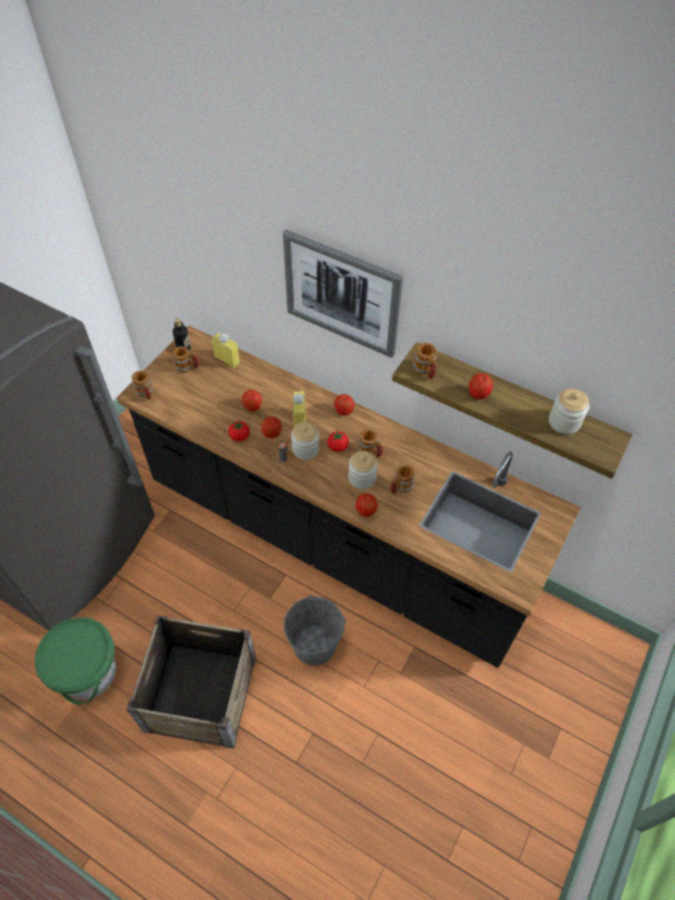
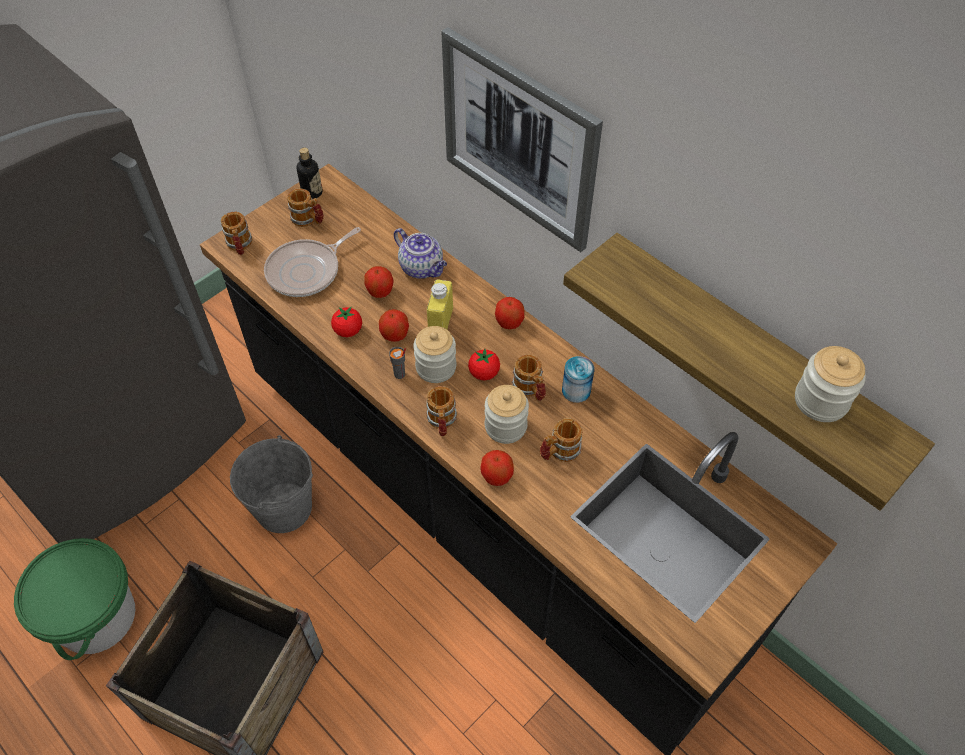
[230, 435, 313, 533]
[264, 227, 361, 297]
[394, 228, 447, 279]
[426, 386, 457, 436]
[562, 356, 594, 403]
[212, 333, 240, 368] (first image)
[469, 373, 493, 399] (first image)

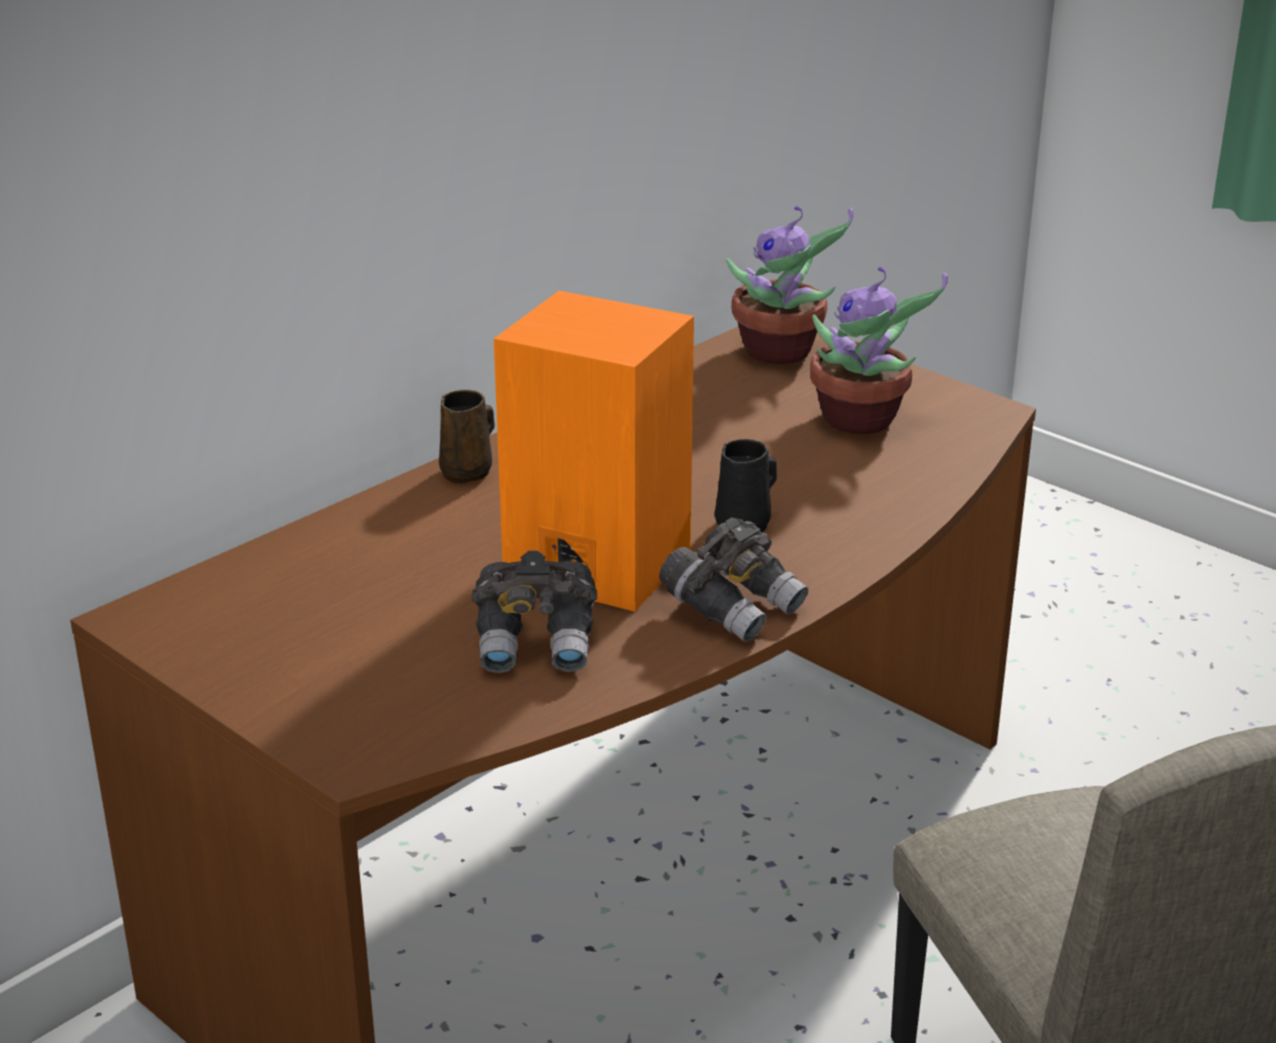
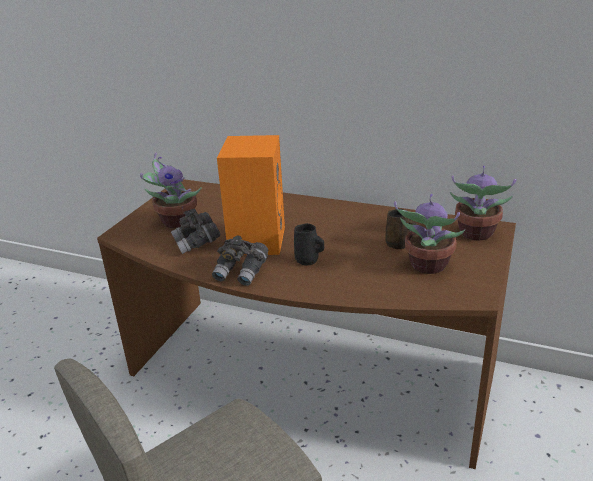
[140, 153, 202, 228]
[385, 208, 417, 249]

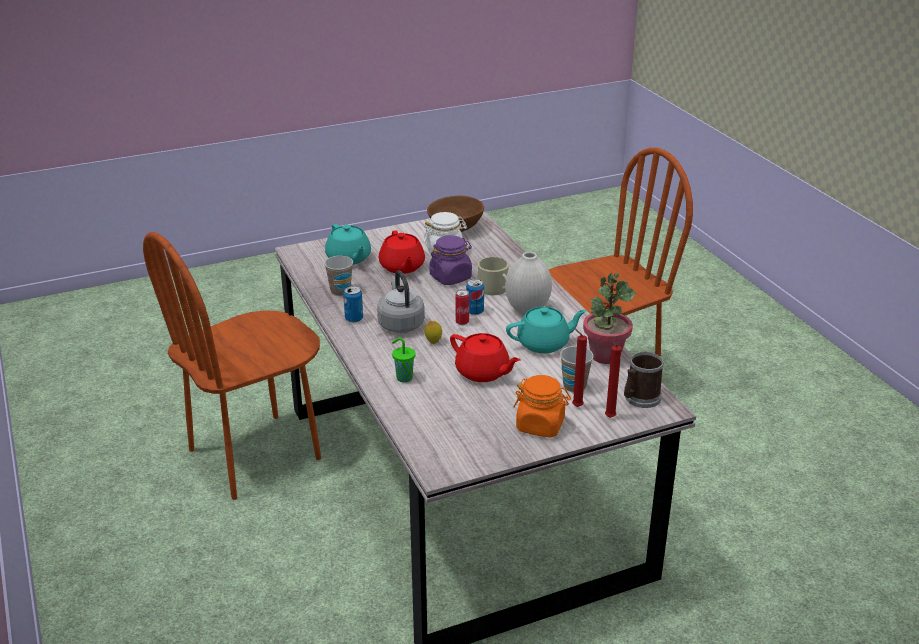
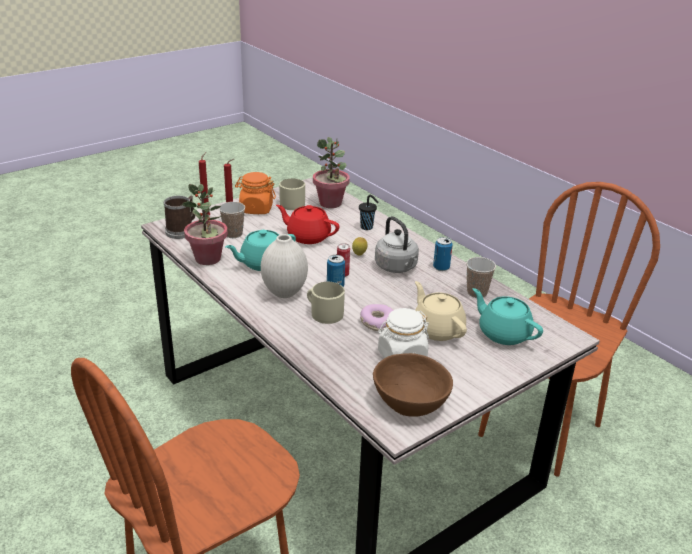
[279, 179, 305, 210]
[313, 137, 350, 208]
[359, 195, 379, 230]
[360, 304, 393, 331]
[415, 281, 467, 341]

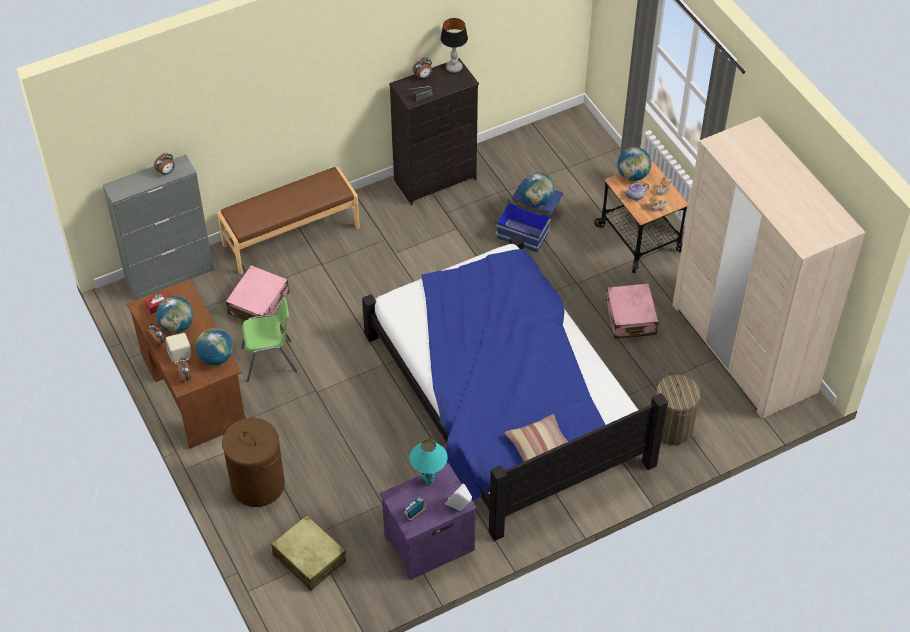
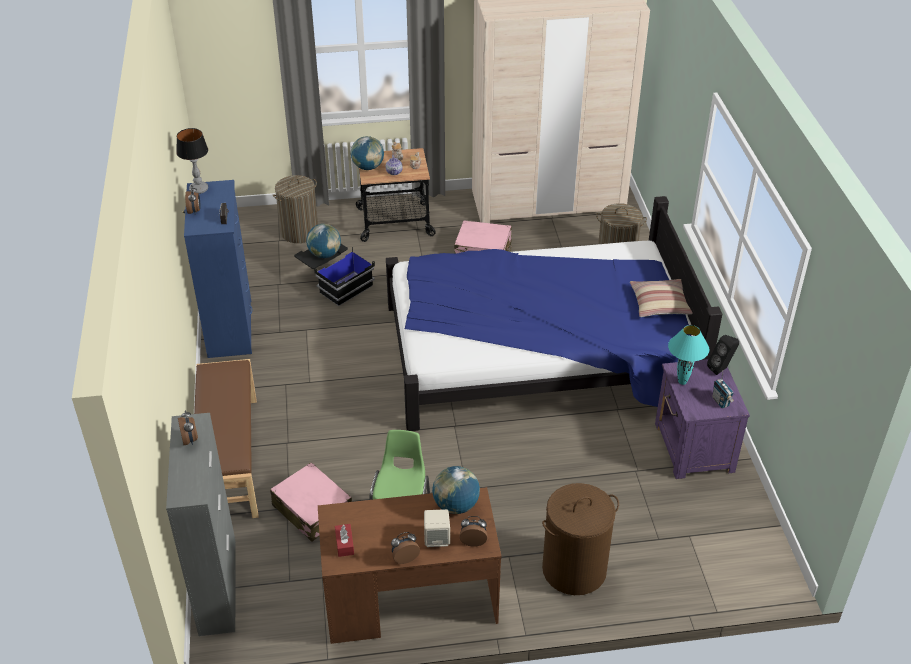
[182, 180, 252, 358]
[273, 175, 318, 243]
[294, 244, 375, 306]
[707, 335, 739, 375]
[156, 297, 193, 333] (first image)
[271, 515, 346, 591] (first image)

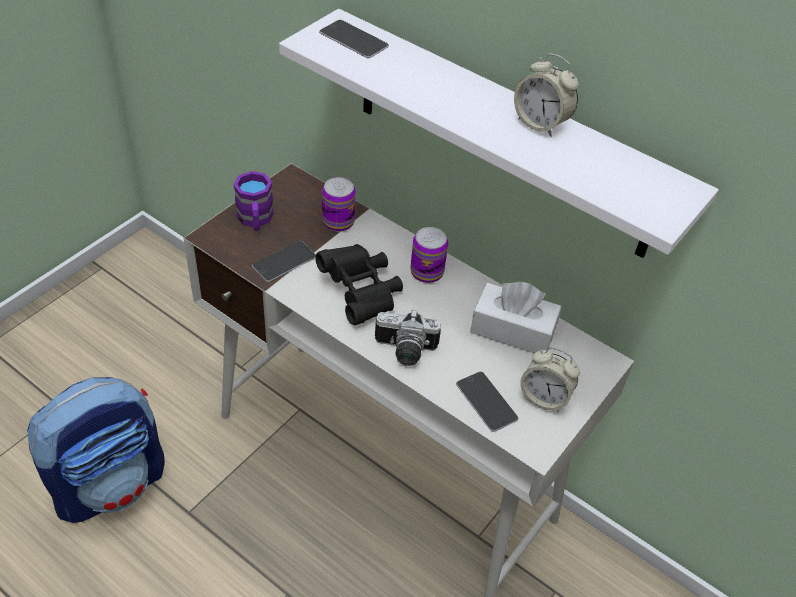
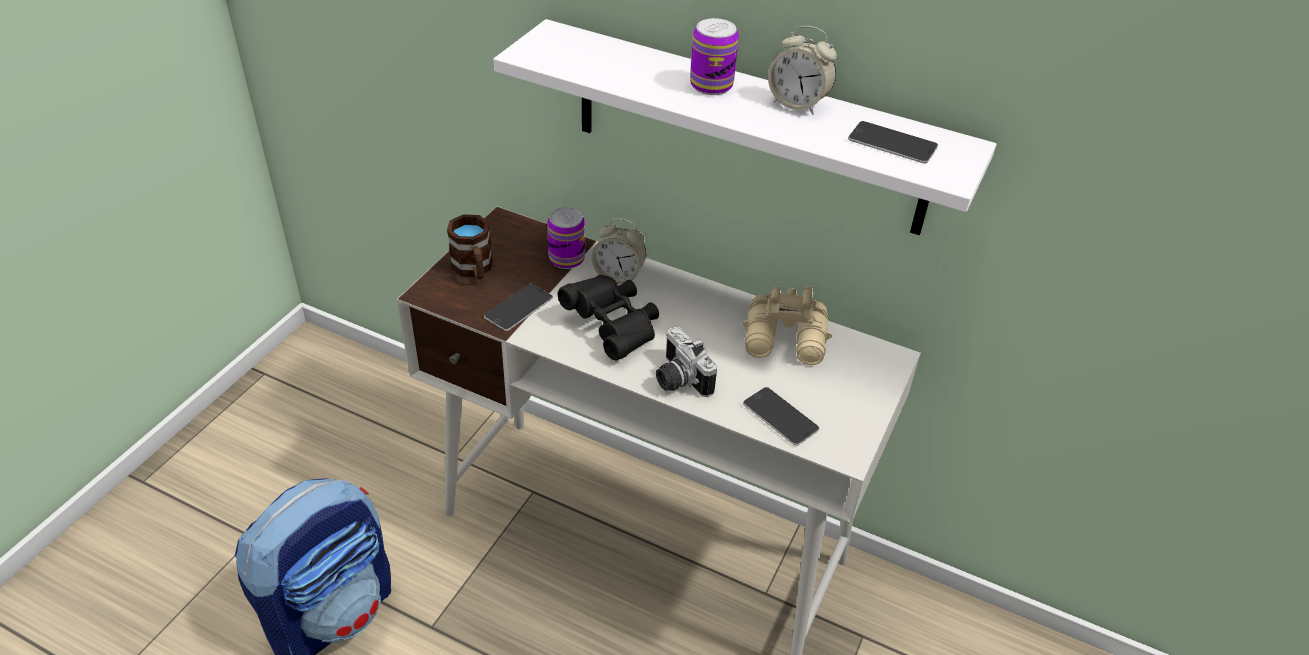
[447, 214, 492, 279]
[591, 219, 646, 284]
[656, 326, 717, 397]
[690, 18, 739, 95]
[742, 286, 832, 365]
[848, 121, 938, 164]

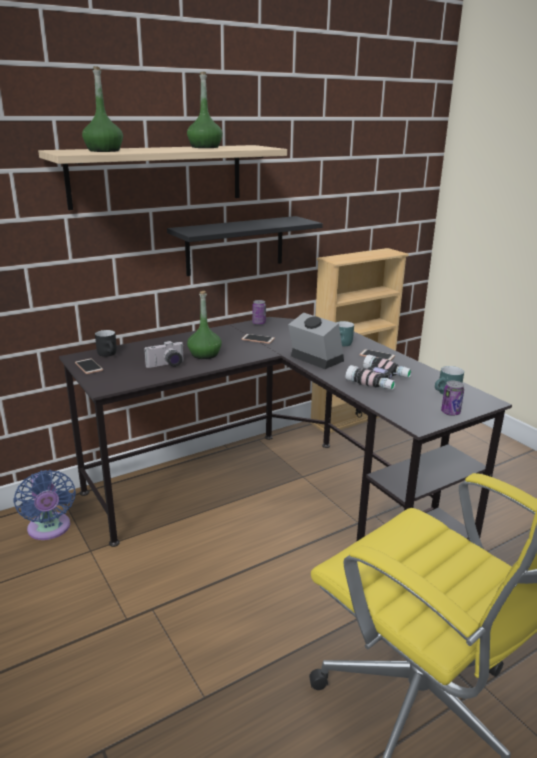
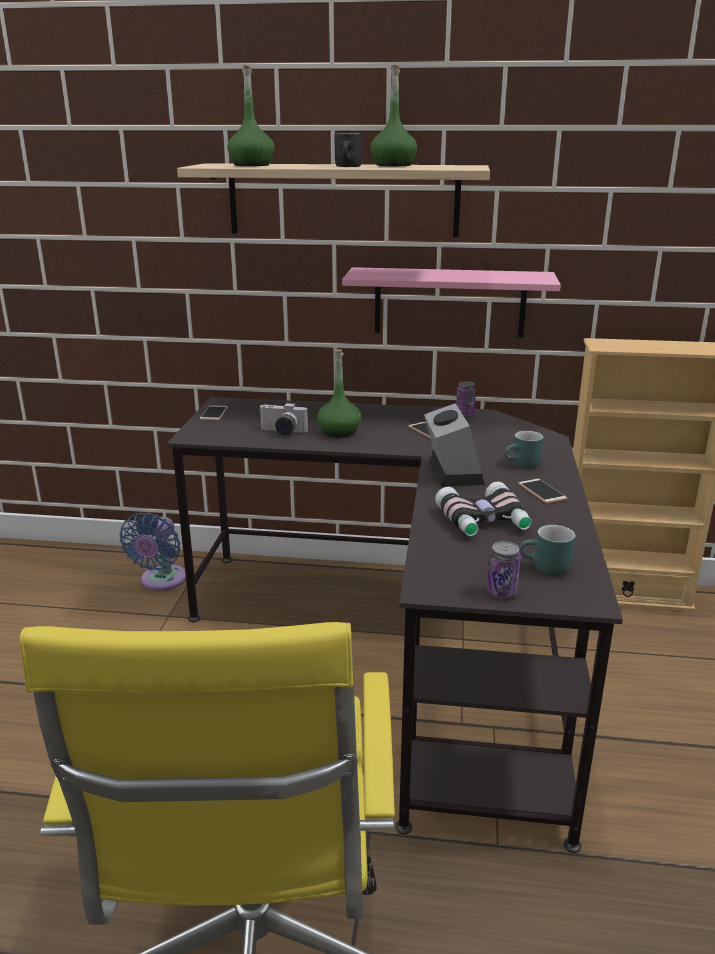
[335, 133, 362, 167]
[342, 267, 561, 337]

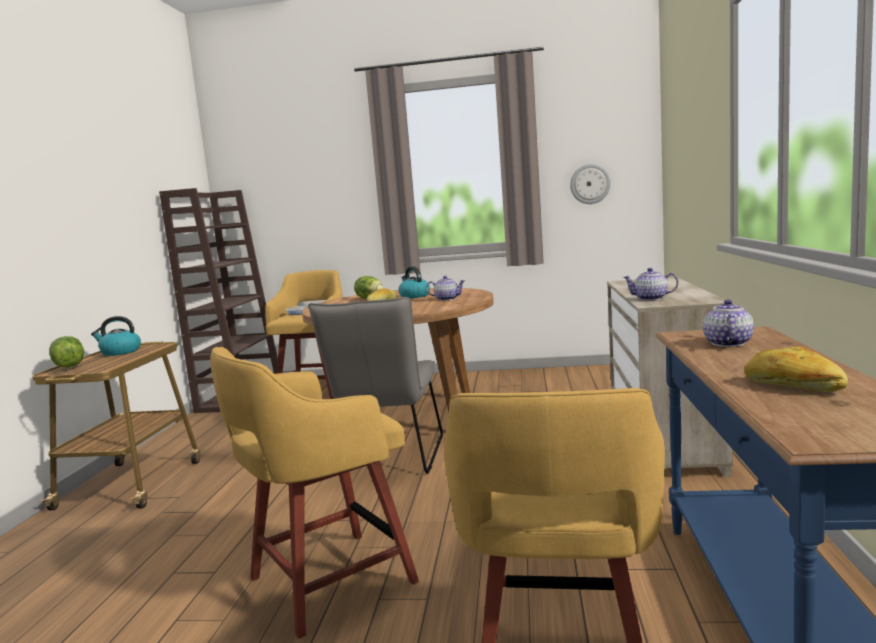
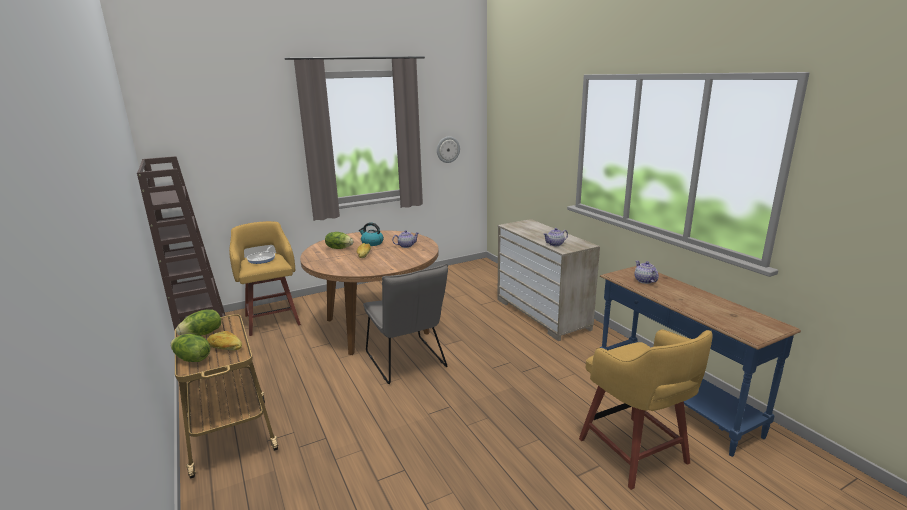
[176, 309, 221, 336]
[207, 331, 242, 351]
[210, 347, 419, 639] (first image)

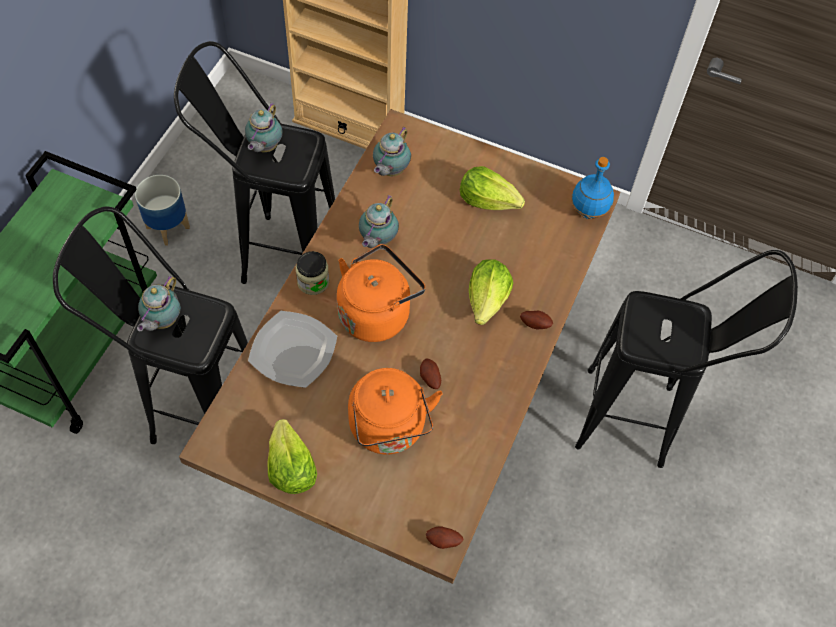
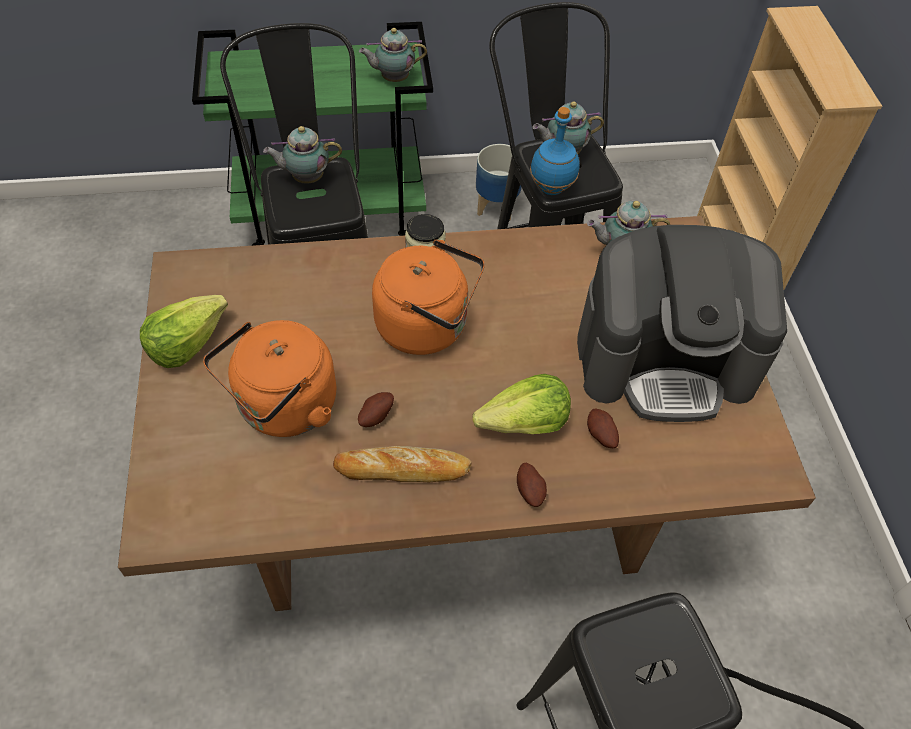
[333, 446, 472, 482]
[359, 28, 427, 82]
[530, 107, 580, 195]
[577, 225, 787, 422]
[587, 408, 619, 448]
[248, 311, 337, 388] (first image)

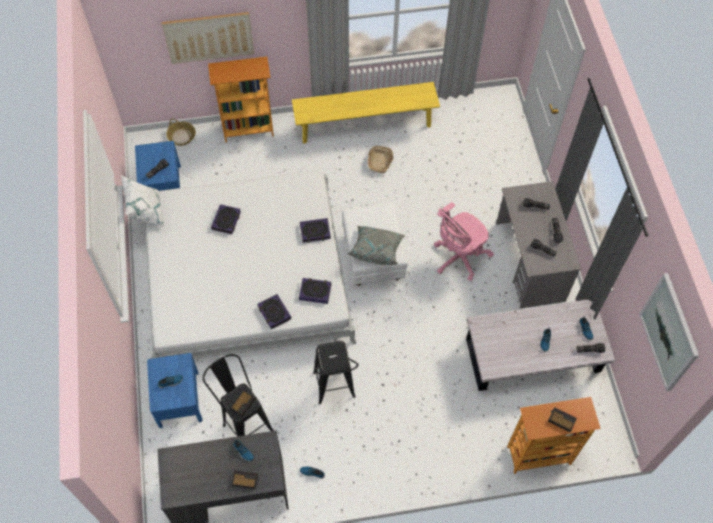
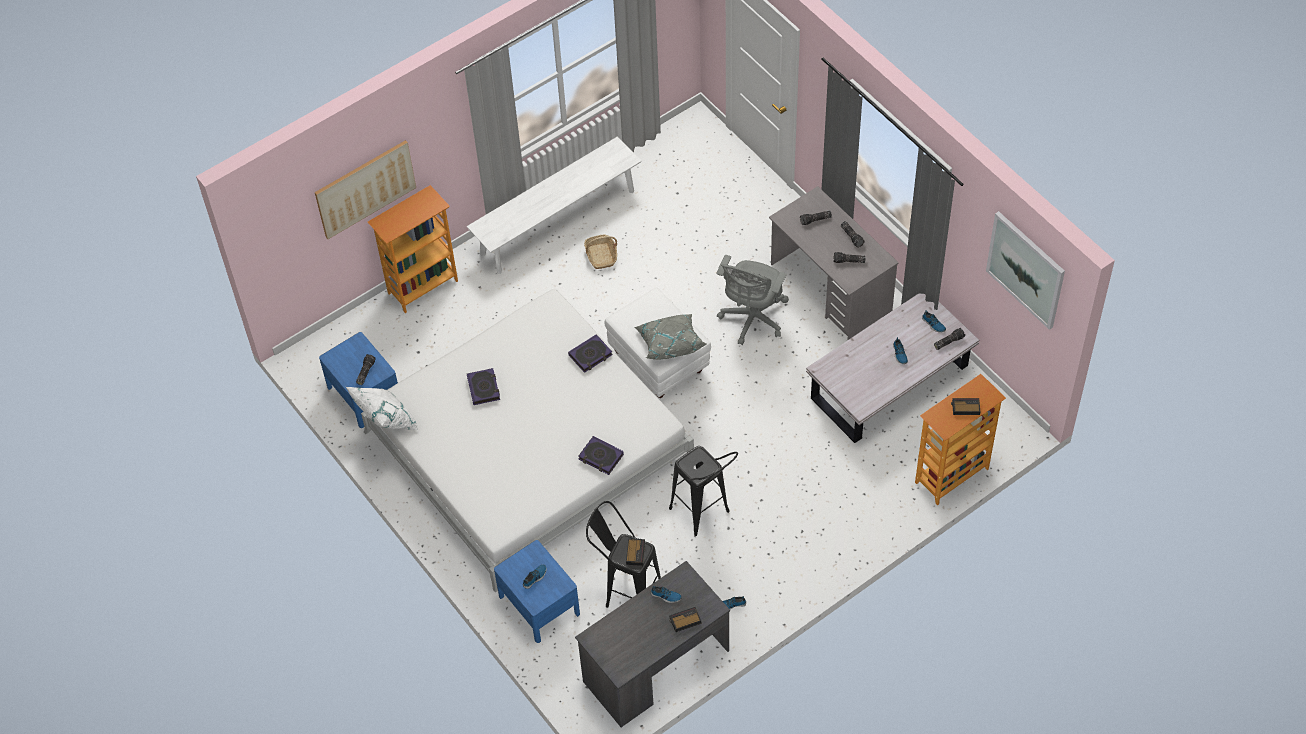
[467, 137, 642, 274]
[717, 255, 789, 345]
[166, 119, 196, 146] (first image)
[299, 278, 332, 304] (first image)

